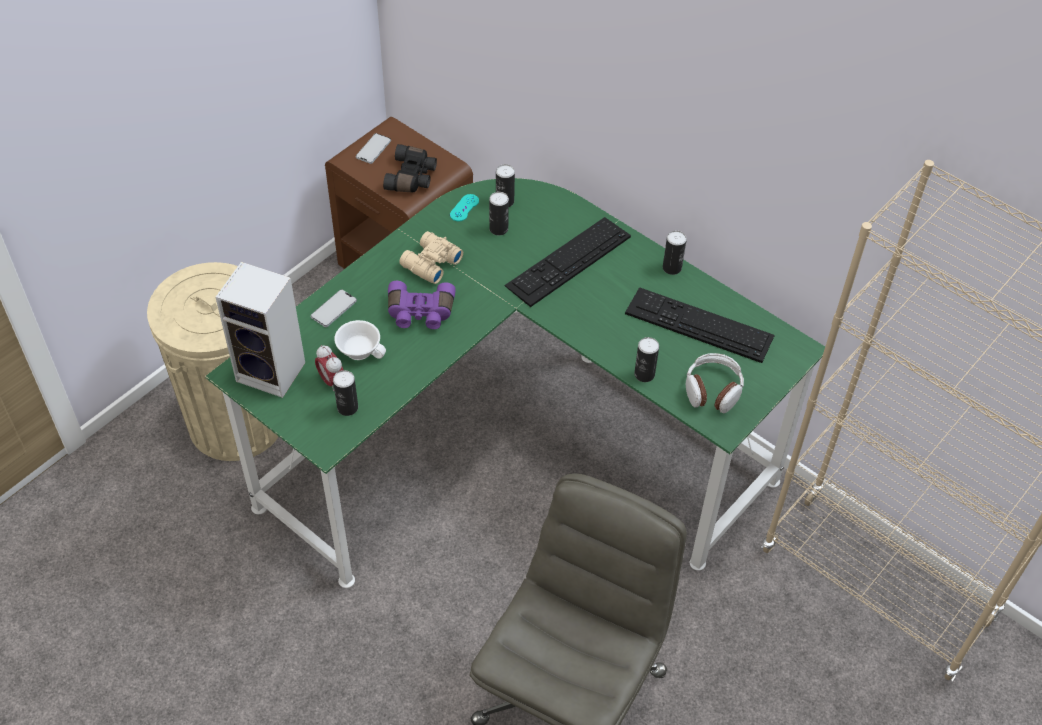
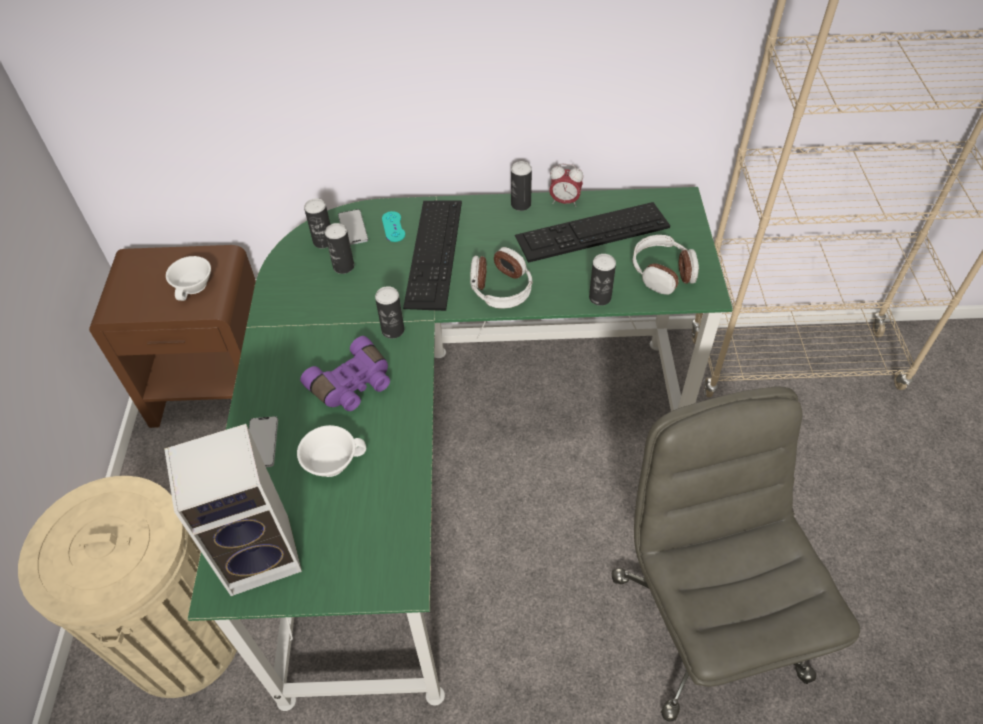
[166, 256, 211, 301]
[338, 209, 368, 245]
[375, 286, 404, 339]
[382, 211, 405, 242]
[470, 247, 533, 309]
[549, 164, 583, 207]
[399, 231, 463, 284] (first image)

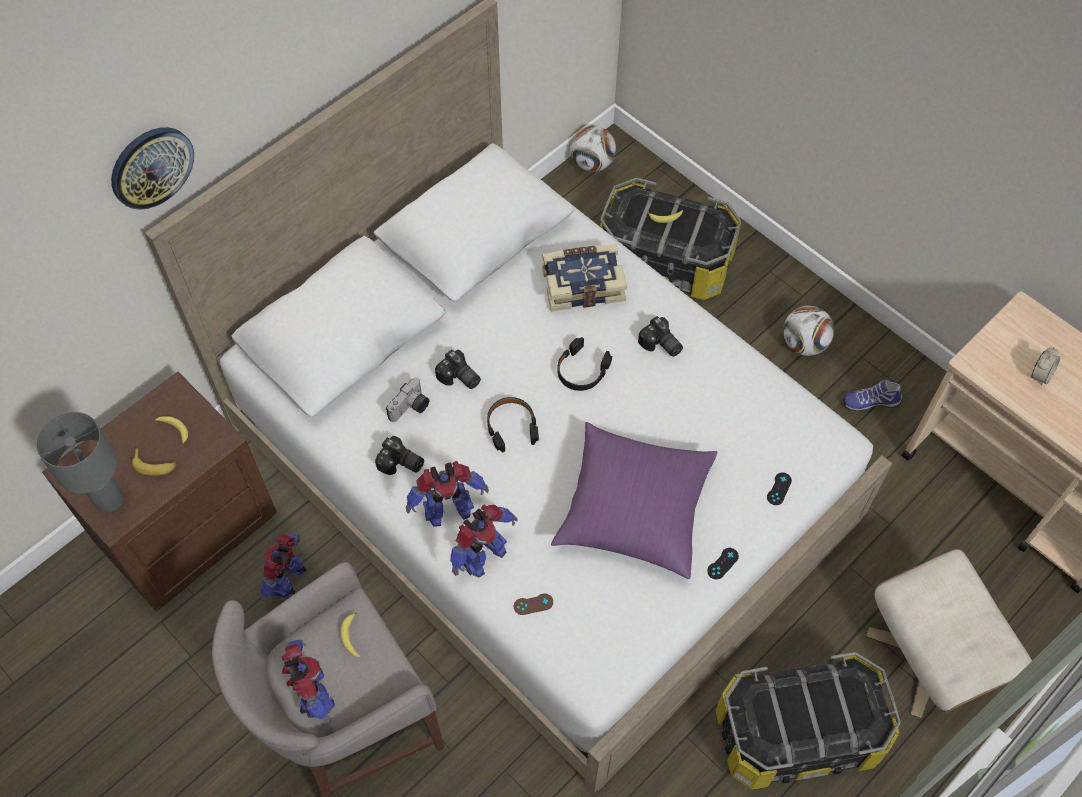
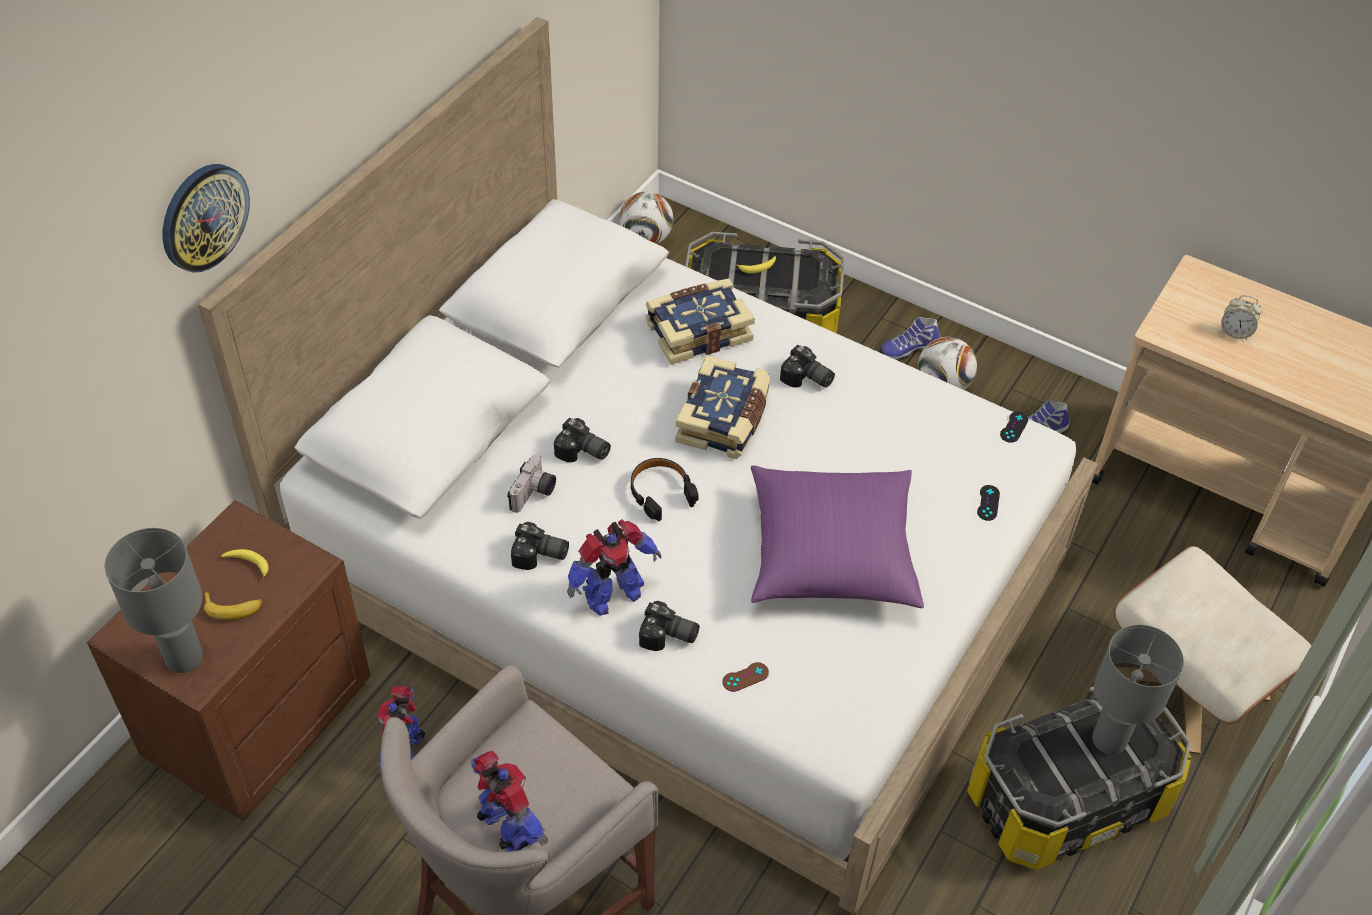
[639, 601, 700, 651]
[675, 355, 770, 459]
[879, 317, 941, 360]
[1000, 411, 1028, 443]
[1092, 625, 1184, 755]
[1221, 295, 1262, 340]
[340, 612, 360, 657] (first image)

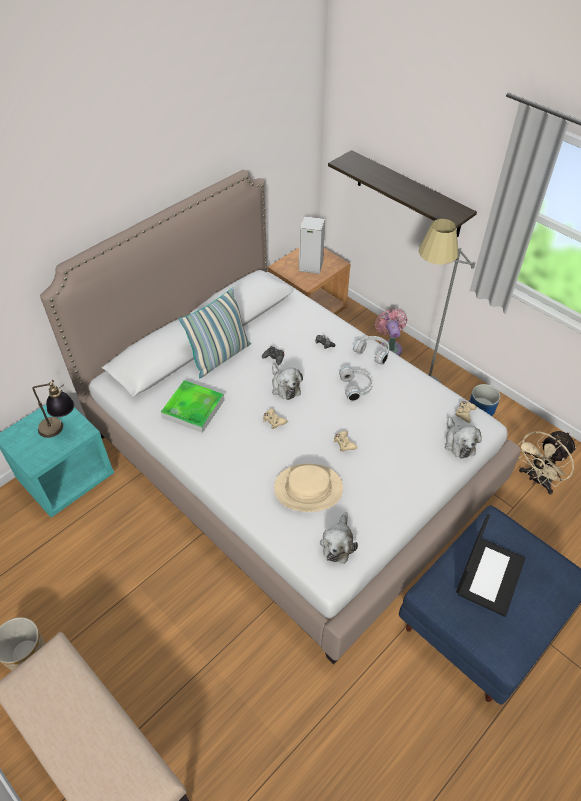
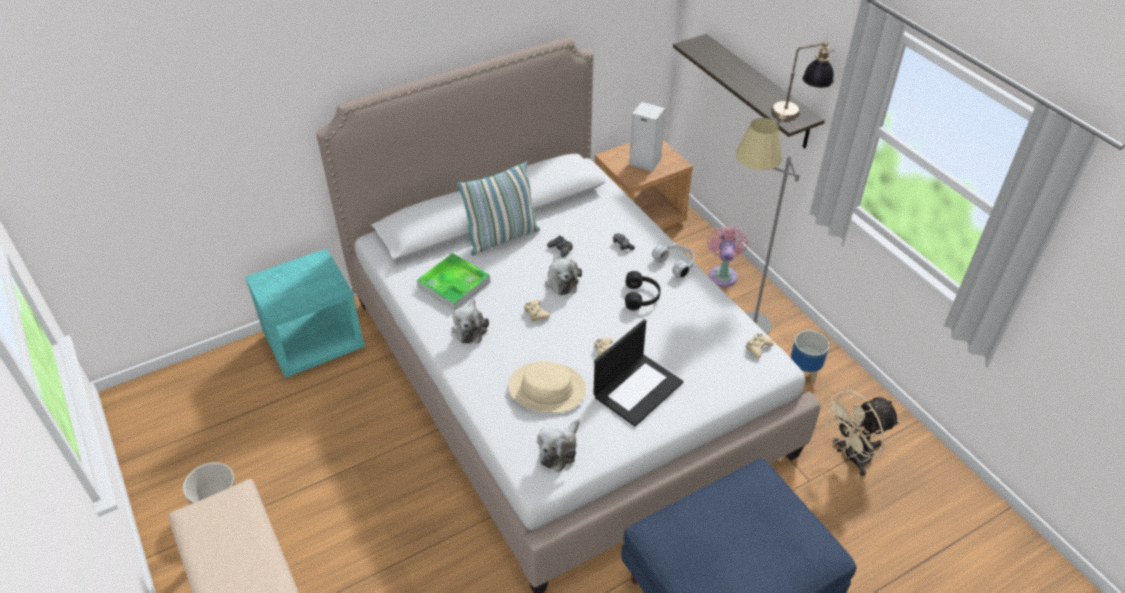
[452, 299, 489, 343]
[593, 319, 683, 427]
[625, 271, 661, 311]
[771, 40, 834, 120]

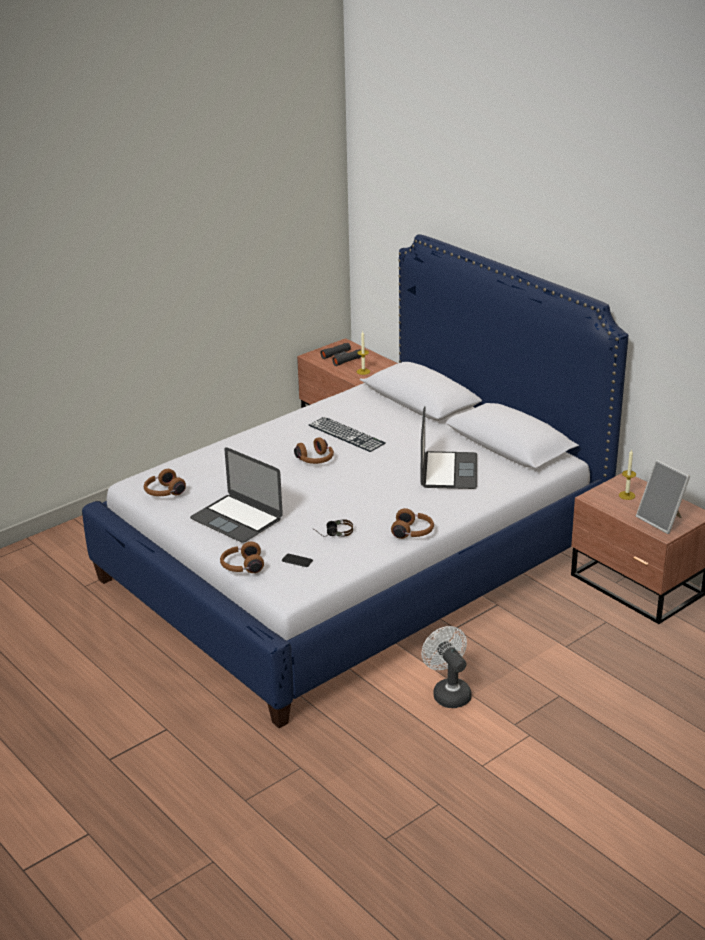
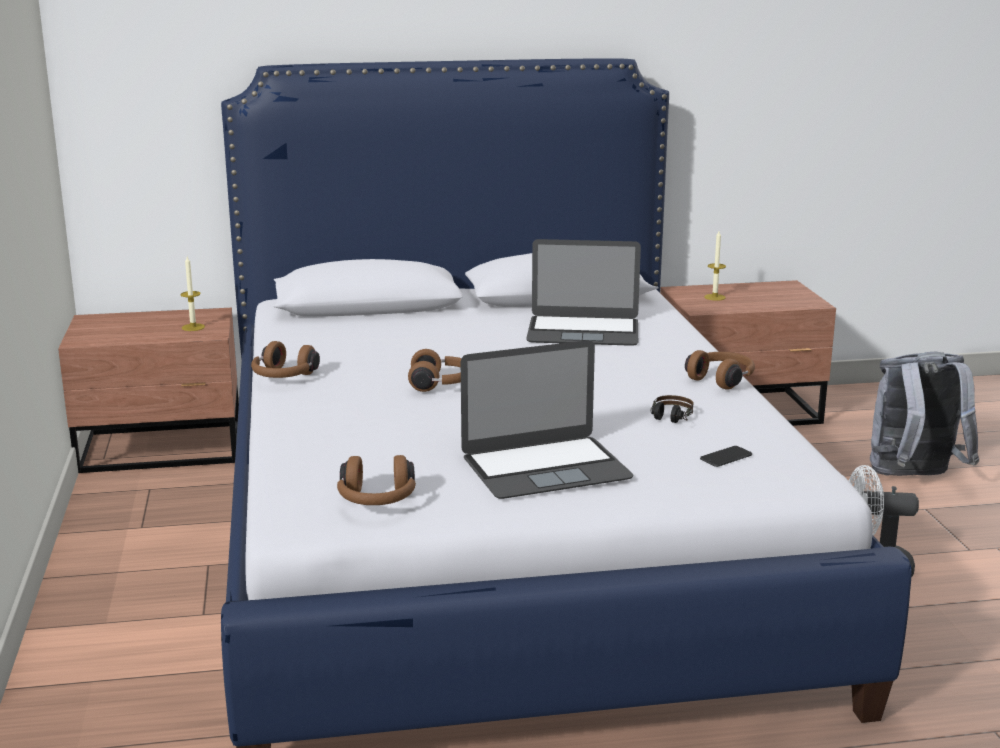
[251, 341, 320, 378]
[526, 239, 641, 346]
[870, 352, 979, 476]
[309, 417, 385, 452] (first image)
[320, 343, 361, 366] (first image)
[636, 459, 690, 534] (first image)

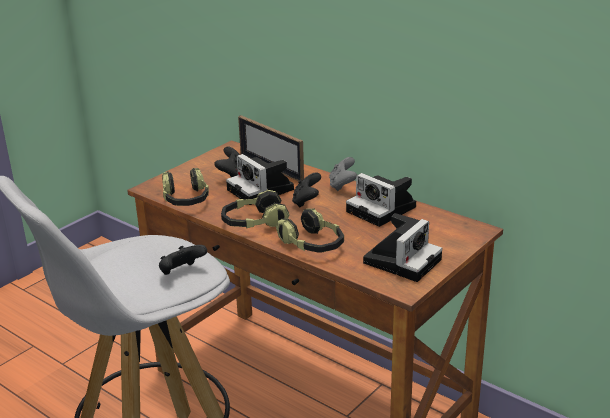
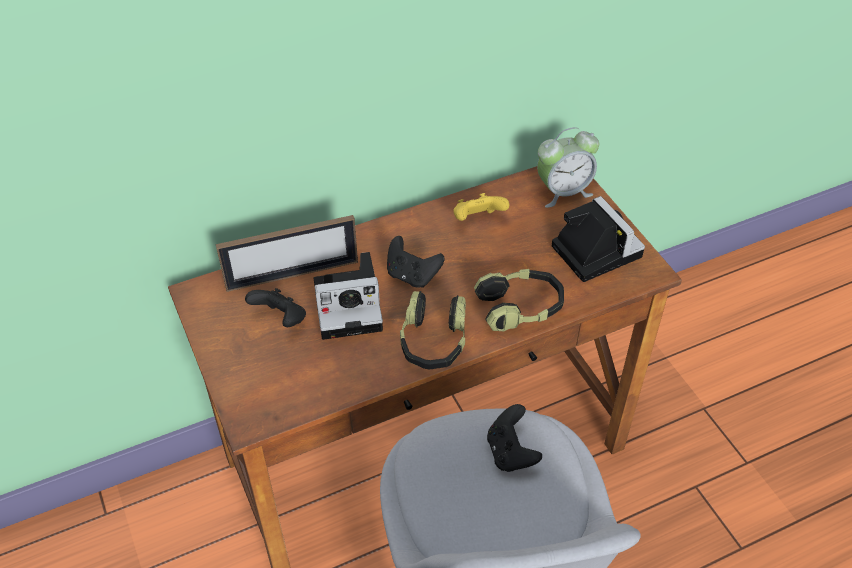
[454, 193, 509, 221]
[537, 127, 599, 208]
[162, 168, 209, 206] (first image)
[329, 157, 357, 191] (first image)

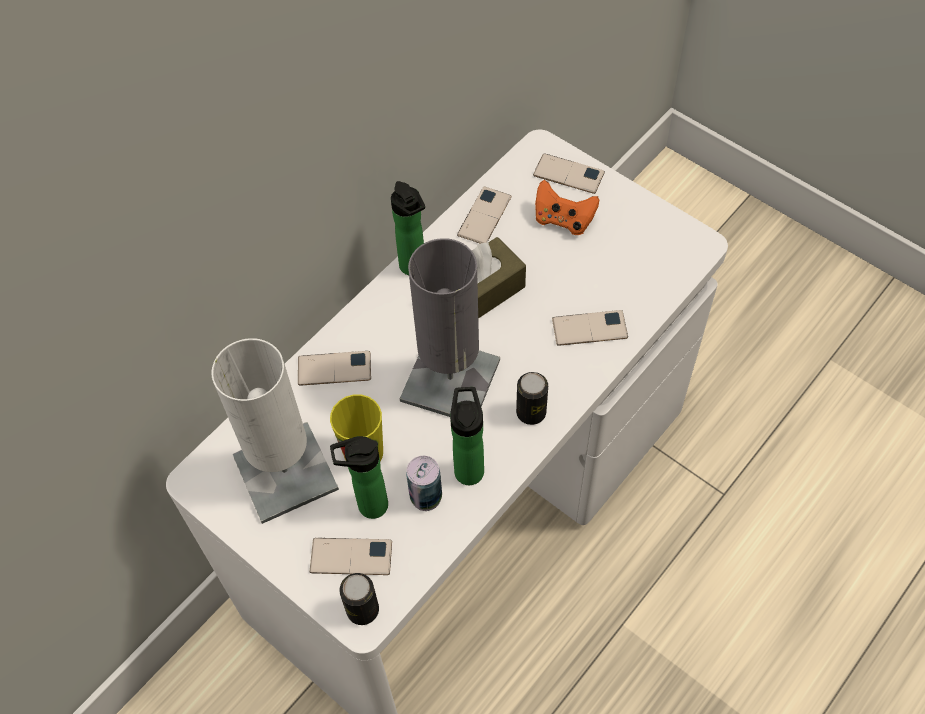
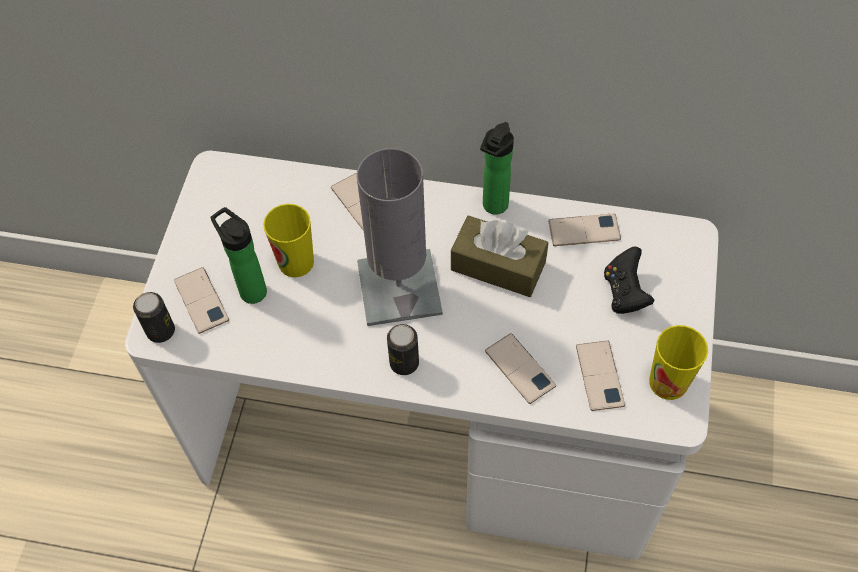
[576, 340, 625, 411]
[604, 246, 654, 314]
[649, 325, 708, 400]
[212, 338, 339, 524] (first image)
[406, 456, 442, 511] (first image)
[450, 387, 484, 485] (first image)

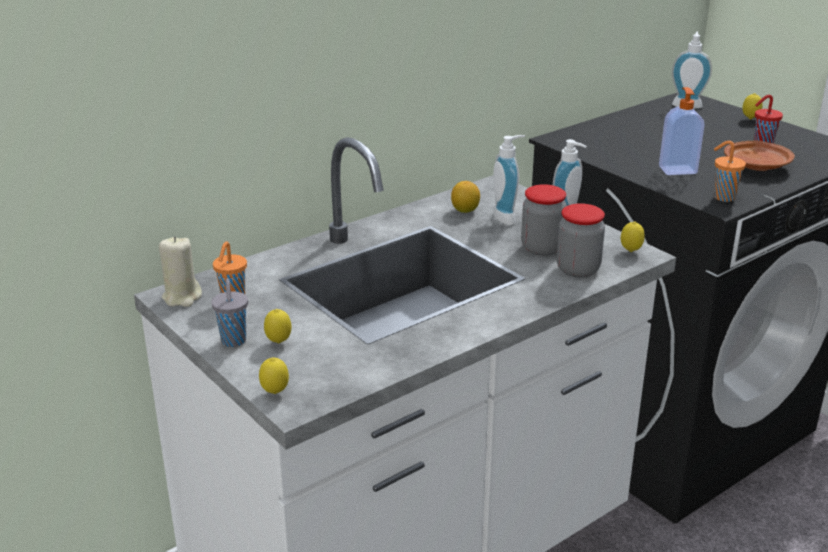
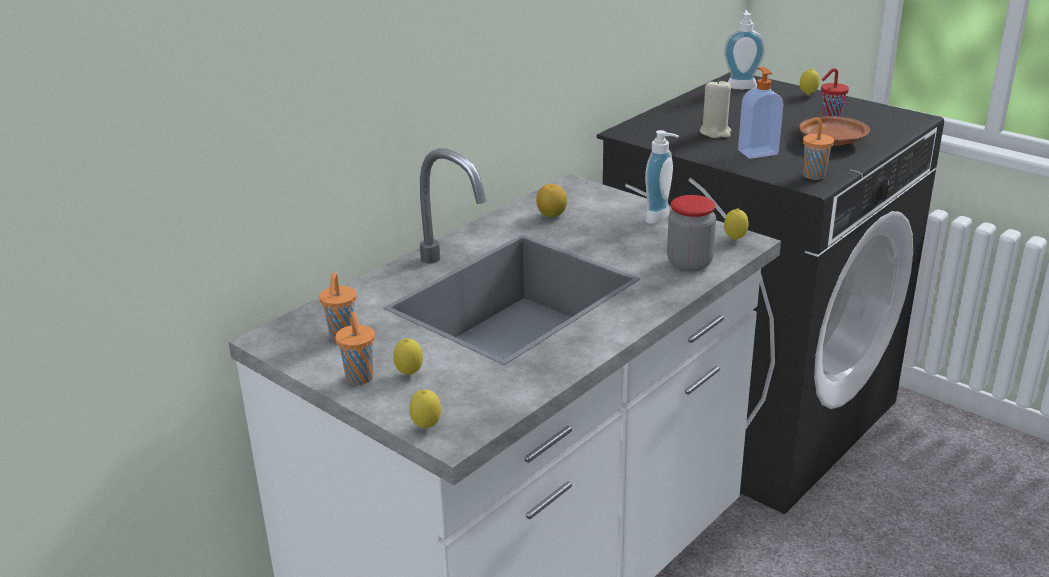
[335, 311, 375, 385]
[700, 79, 731, 138]
[493, 135, 525, 225] (first image)
[521, 184, 567, 256] (first image)

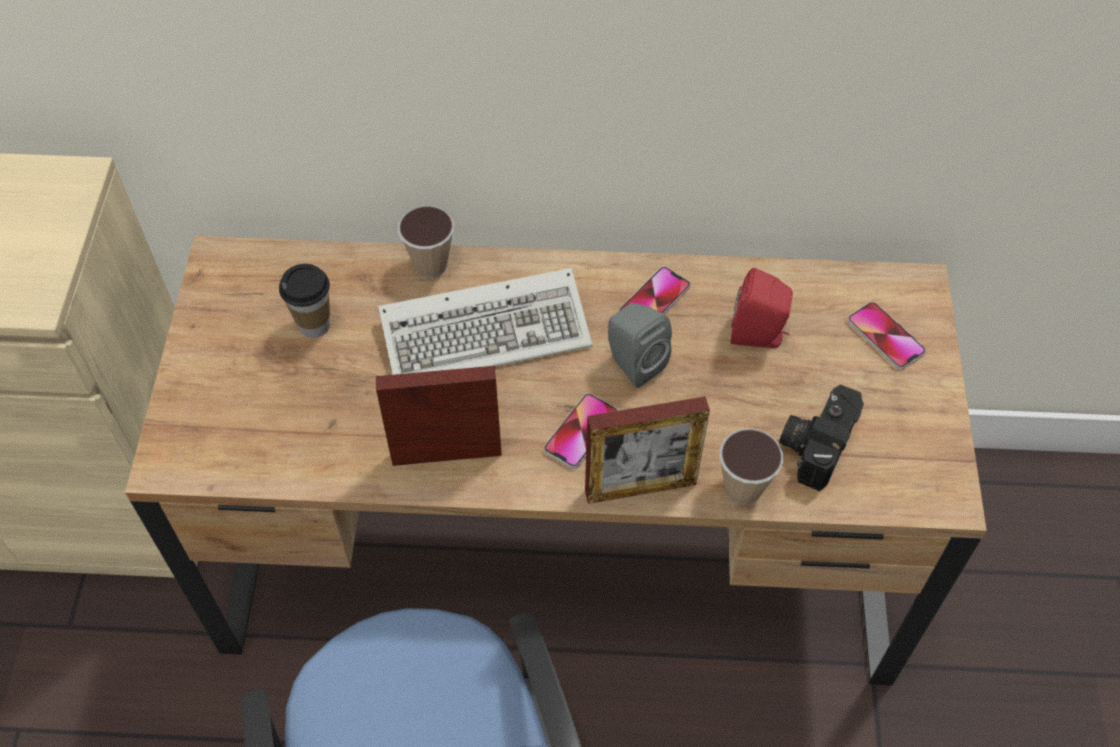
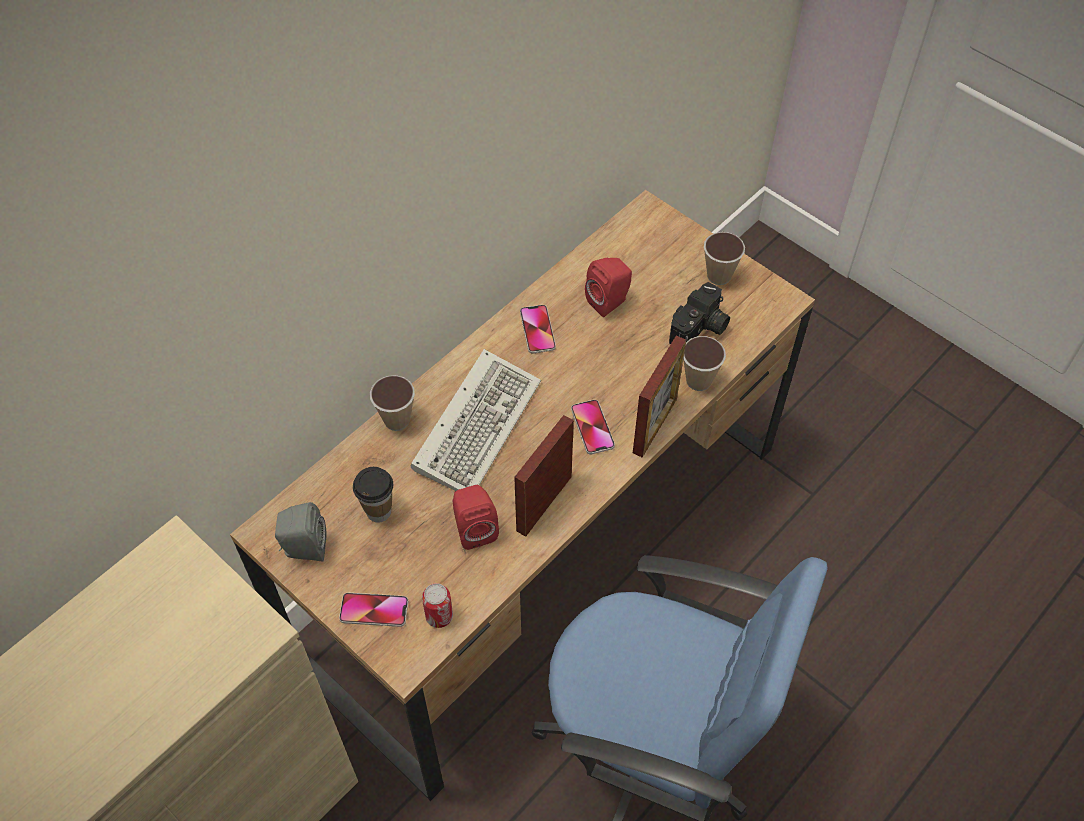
[275, 502, 327, 562]
[339, 593, 408, 627]
[422, 583, 453, 628]
[452, 485, 499, 550]
[669, 282, 730, 344]
[704, 232, 745, 285]

